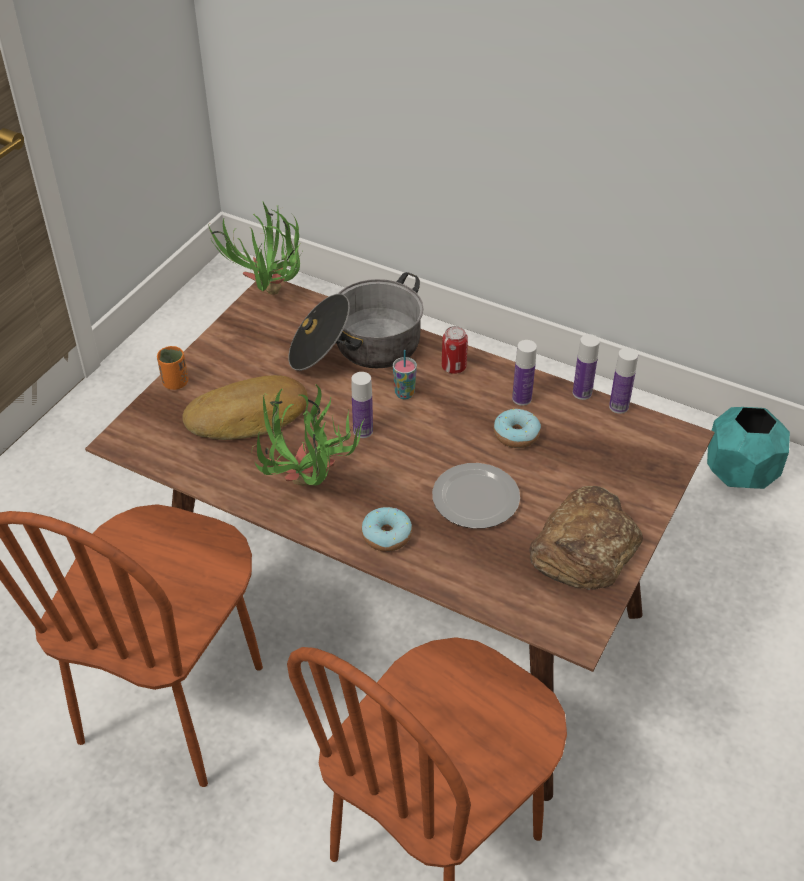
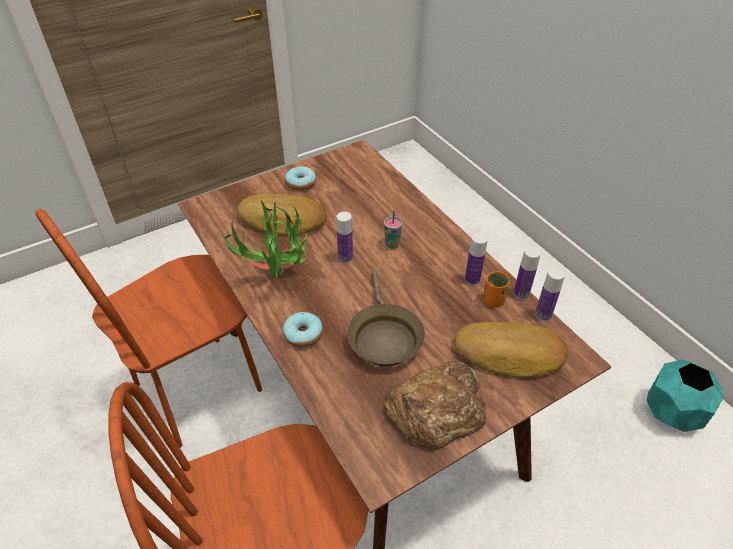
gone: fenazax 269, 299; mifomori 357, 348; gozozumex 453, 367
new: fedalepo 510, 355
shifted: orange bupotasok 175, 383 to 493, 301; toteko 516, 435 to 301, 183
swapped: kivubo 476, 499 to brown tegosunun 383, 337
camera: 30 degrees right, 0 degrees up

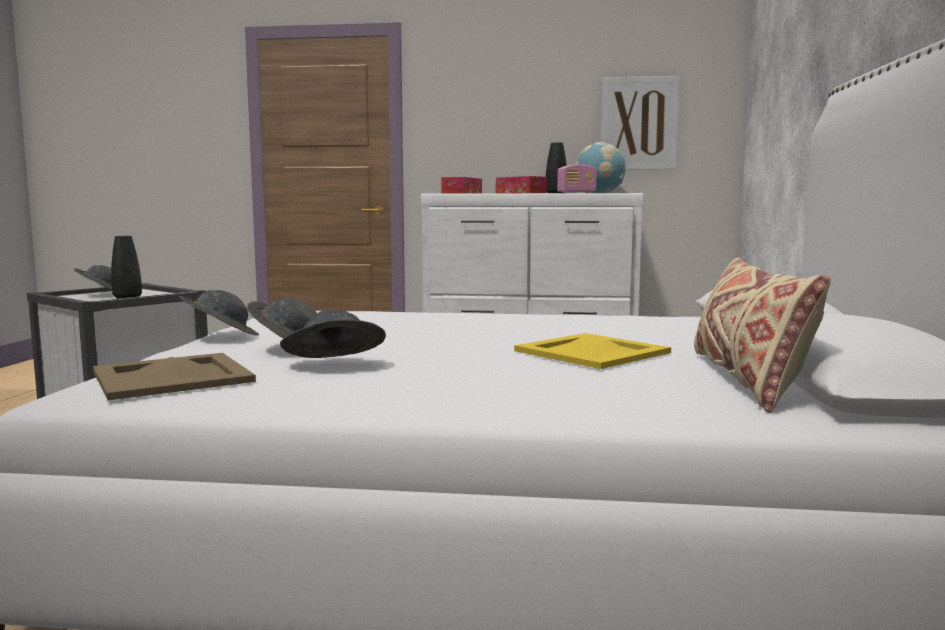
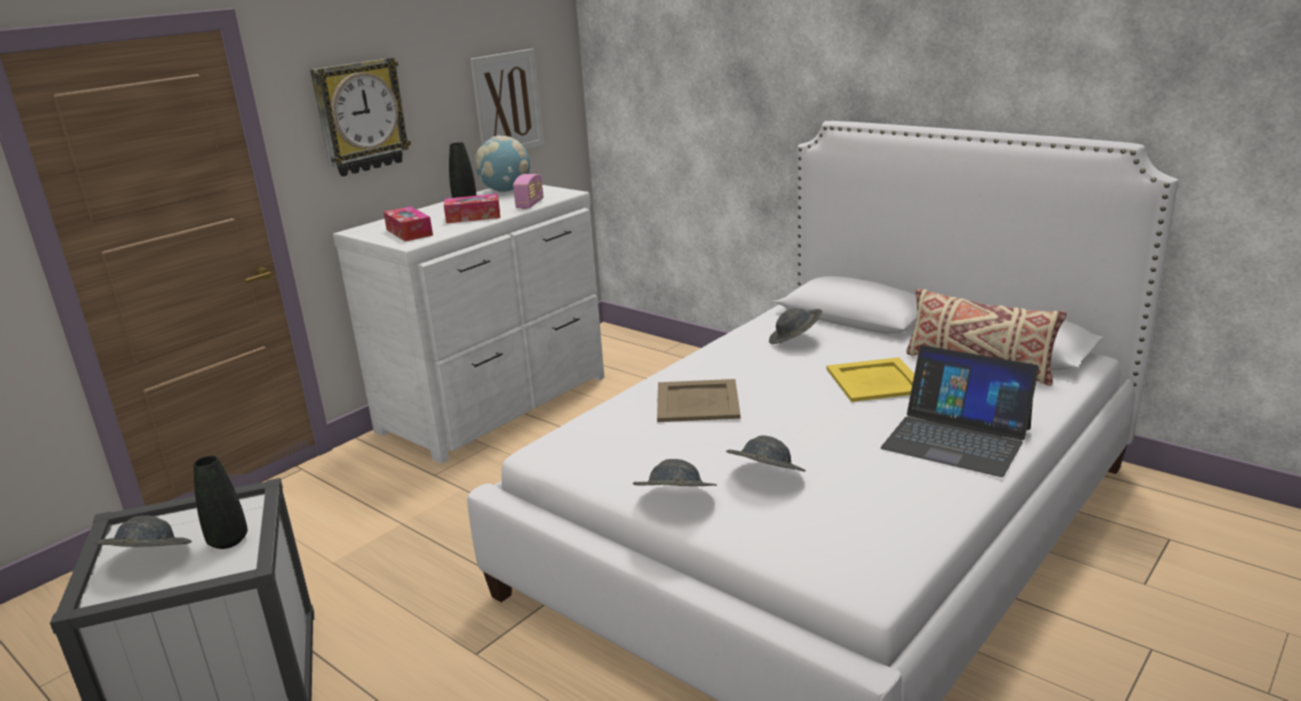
new: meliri 360, 116; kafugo 957, 438
shifted: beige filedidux 174, 377 to 698, 401; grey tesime 333, 365 to 795, 340
camera: 55 degrees left, 15 degrees up

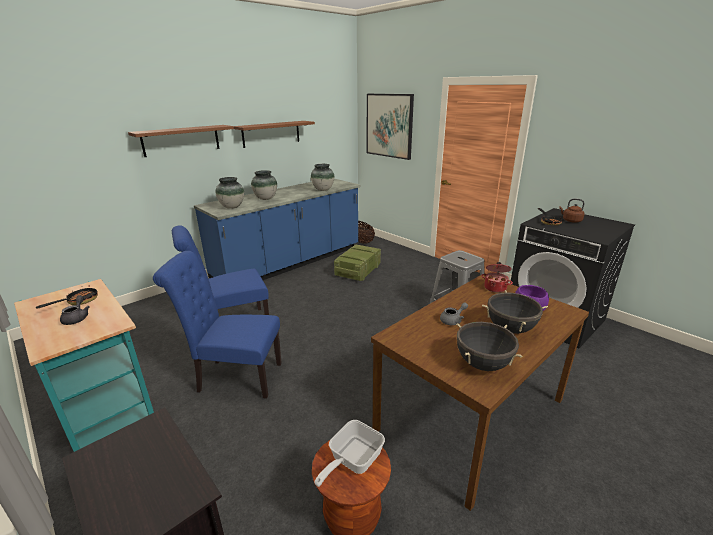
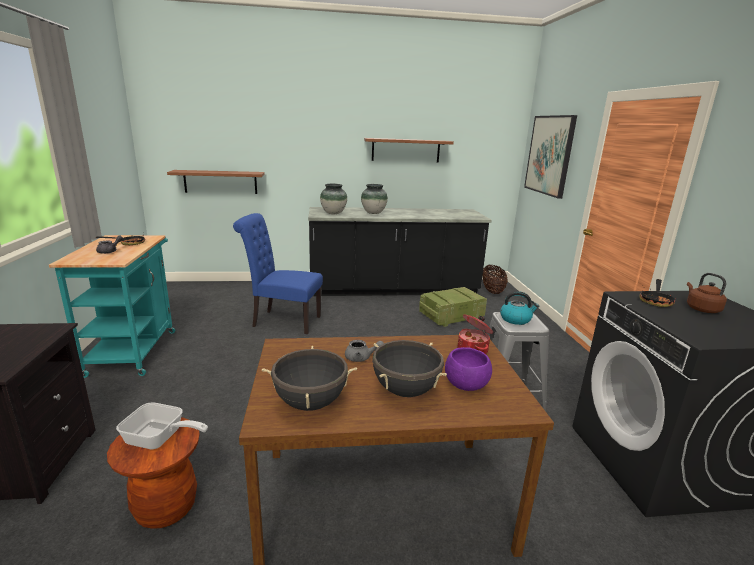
gone: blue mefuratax 235, 377; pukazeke 323, 189
new: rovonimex 516, 319
shifted: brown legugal 181, 140 to 220, 182
repainted: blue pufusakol 290, 264 to black pufusakol 393, 290
rotated: tegosunun 352, 461 = 159, 439 150 degrees counterclockwise
camera: 35 degrees right, 5 degrees down

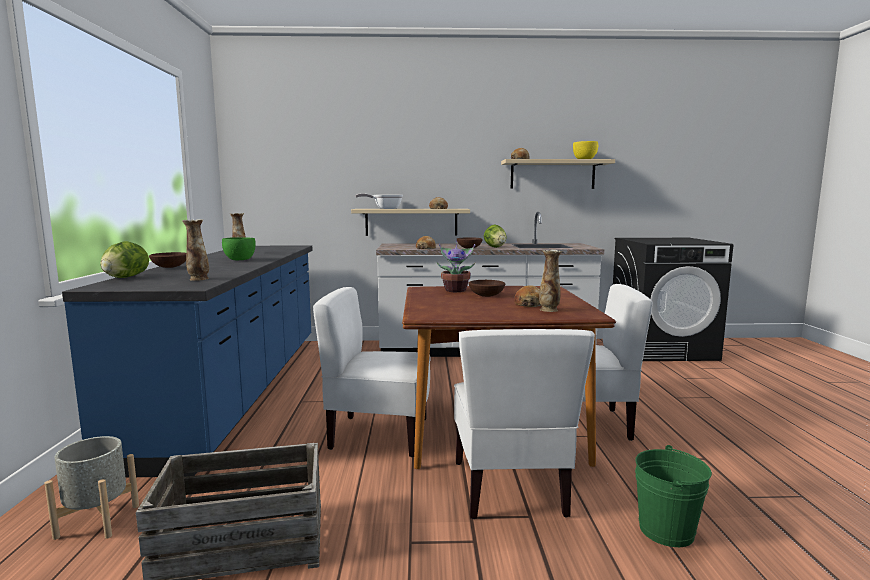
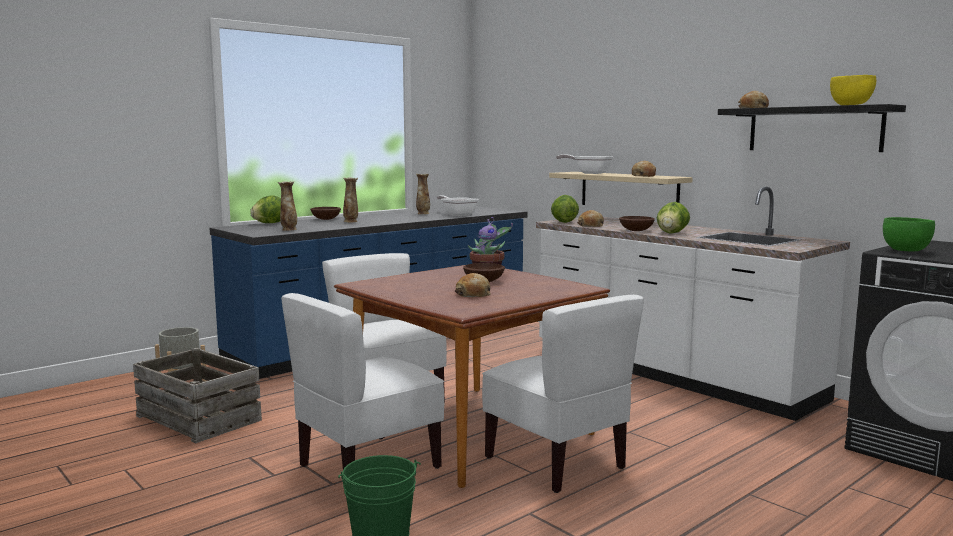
new: tegosunun 457, 214; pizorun 563, 222
shifted: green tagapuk 240, 260 to 906, 251; pukazeke 549, 310 to 351, 221
repainted: beige legugal 552, 174 to black legugal 814, 129
camera: 50 degrees right, 0 degrees up

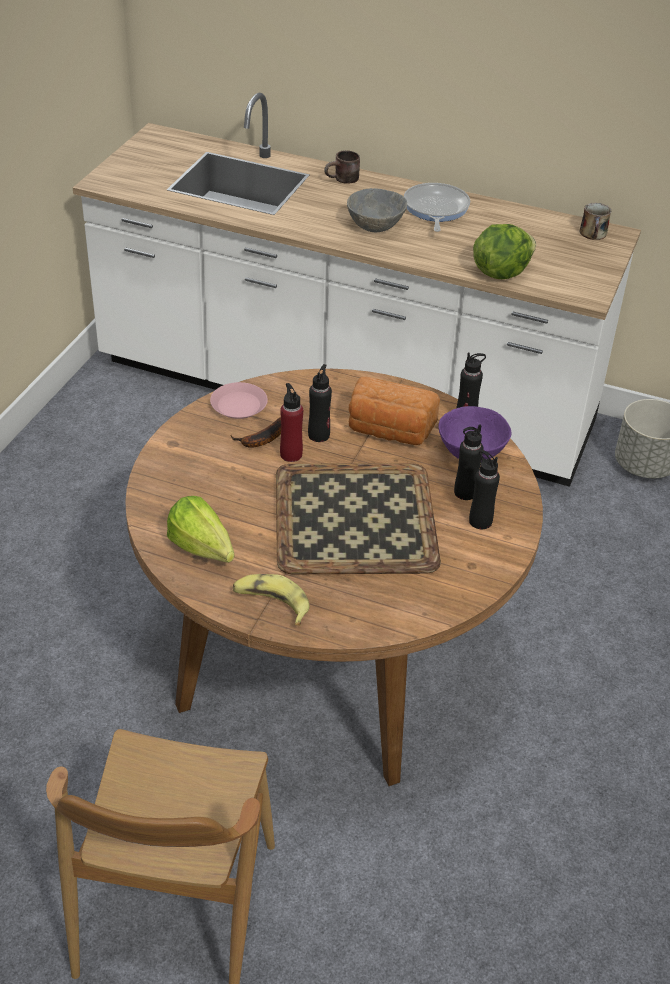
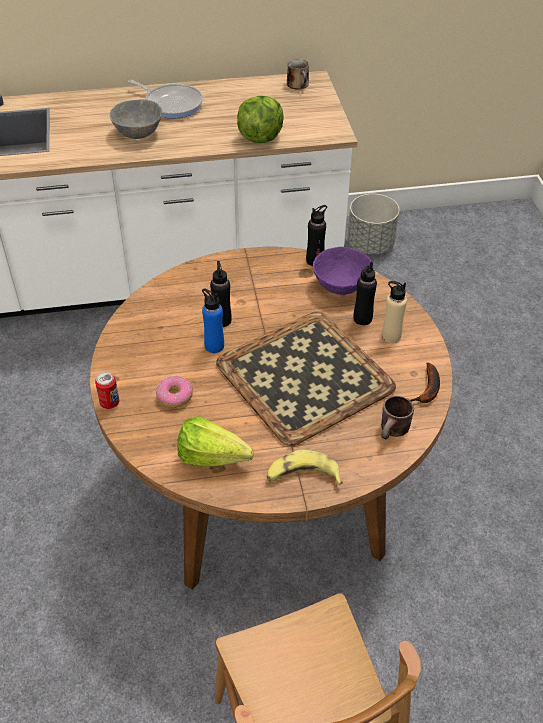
gone: pink kivubo 238, 405; fedalepo 389, 431
new: gozozumex 109, 403; toteko 174, 396
shifted: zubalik 261, 439 to 427, 390; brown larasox 343, 181 to 394, 432
repainted: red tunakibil 291, 454 to blue tunakibil 214, 346; black tunakibil 480, 521 to beige tunakibil 391, 336
rotated: tegosunun 435, 209 = 171, 104 150 degrees clockwise
camera: 30 degrees left, 5 degrees up

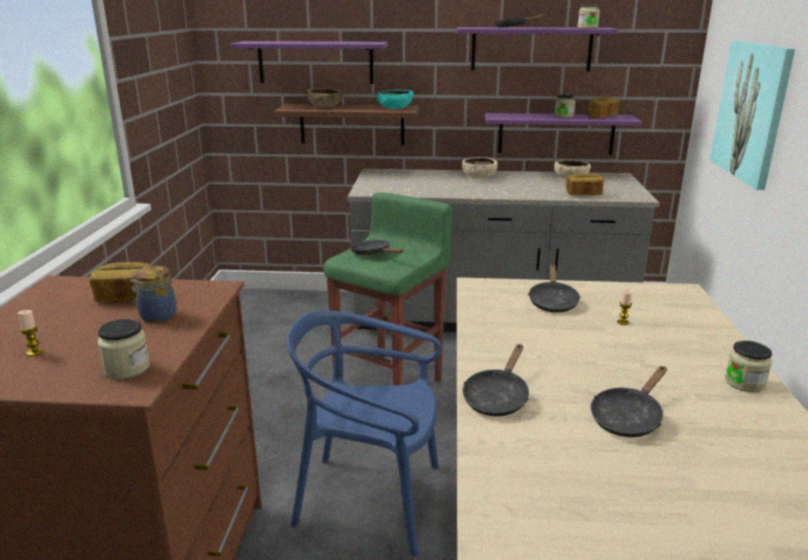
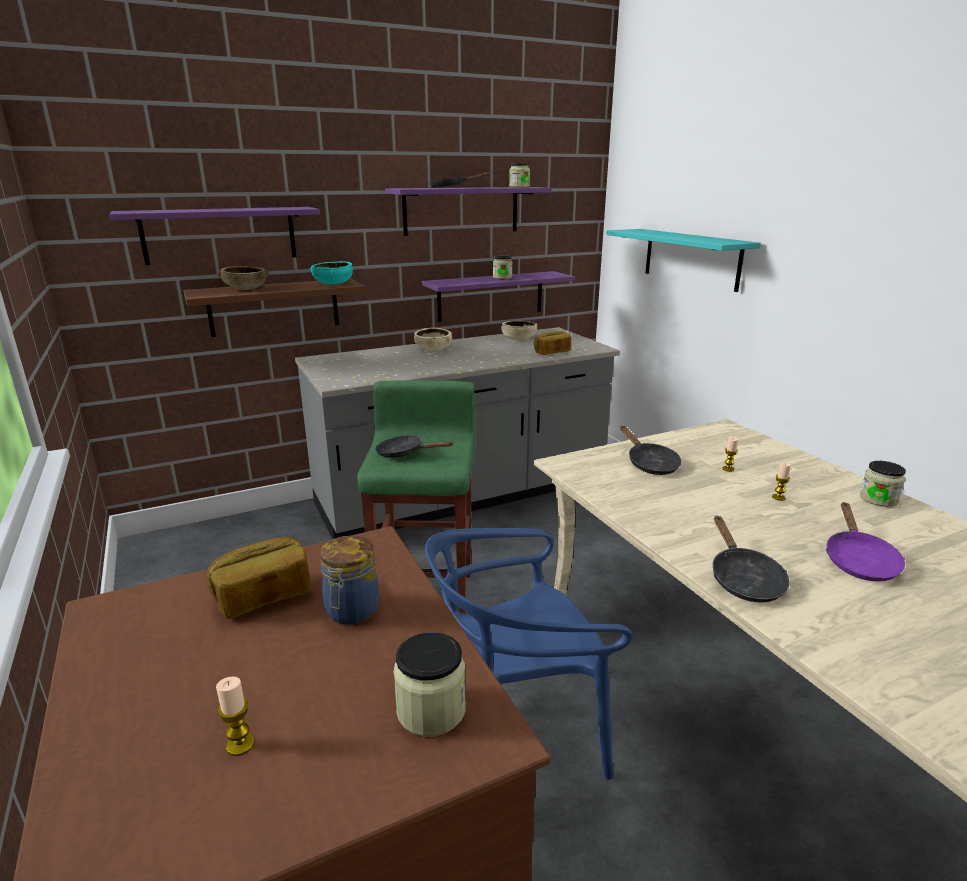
gone: fedalepo 600, 117
new: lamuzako 778, 497
swapped: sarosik 751, 111 to turquoise legugal 691, 258
repainted: black tegosunun 628, 417 to purple tegosunun 858, 560
camera: 30 degrees left, 0 degrees up

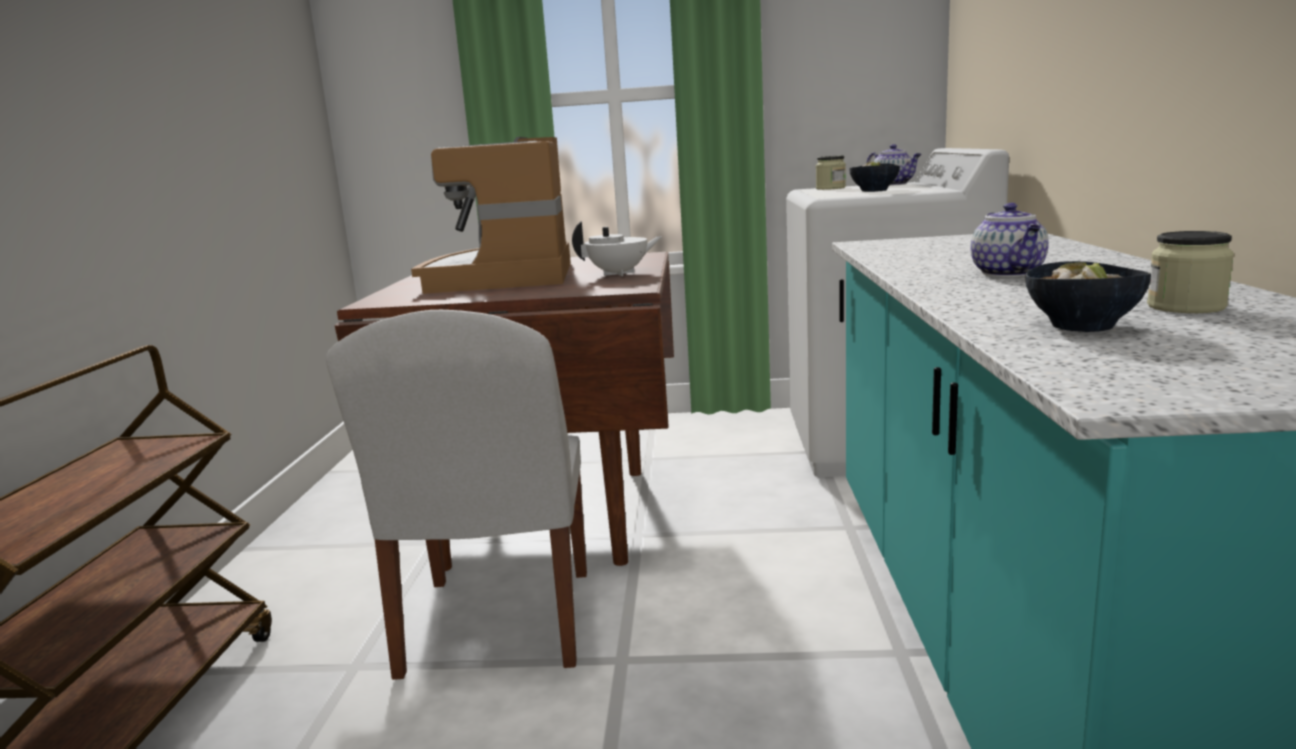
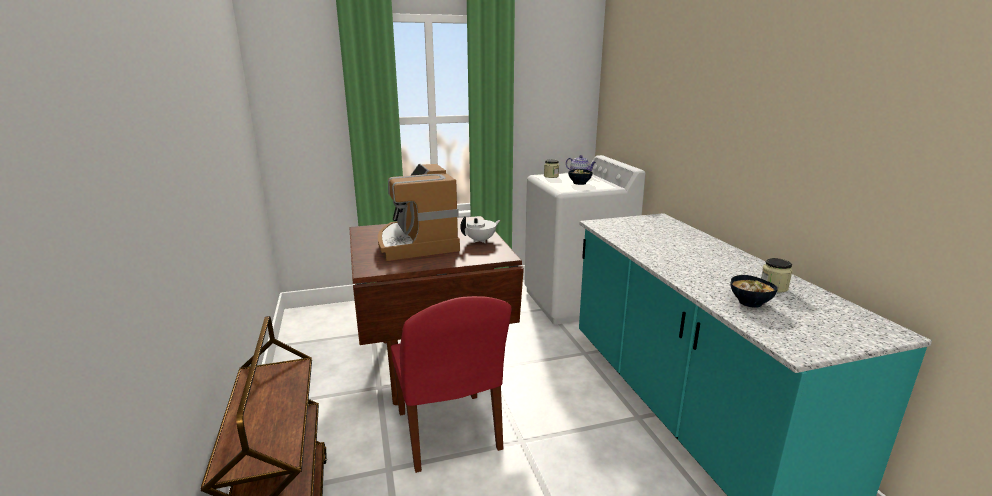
gone: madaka 1009, 273
repainted: white mefuratax 497, 626 to red mefuratax 449, 433
camera: 20 degrees left, 5 degrees up

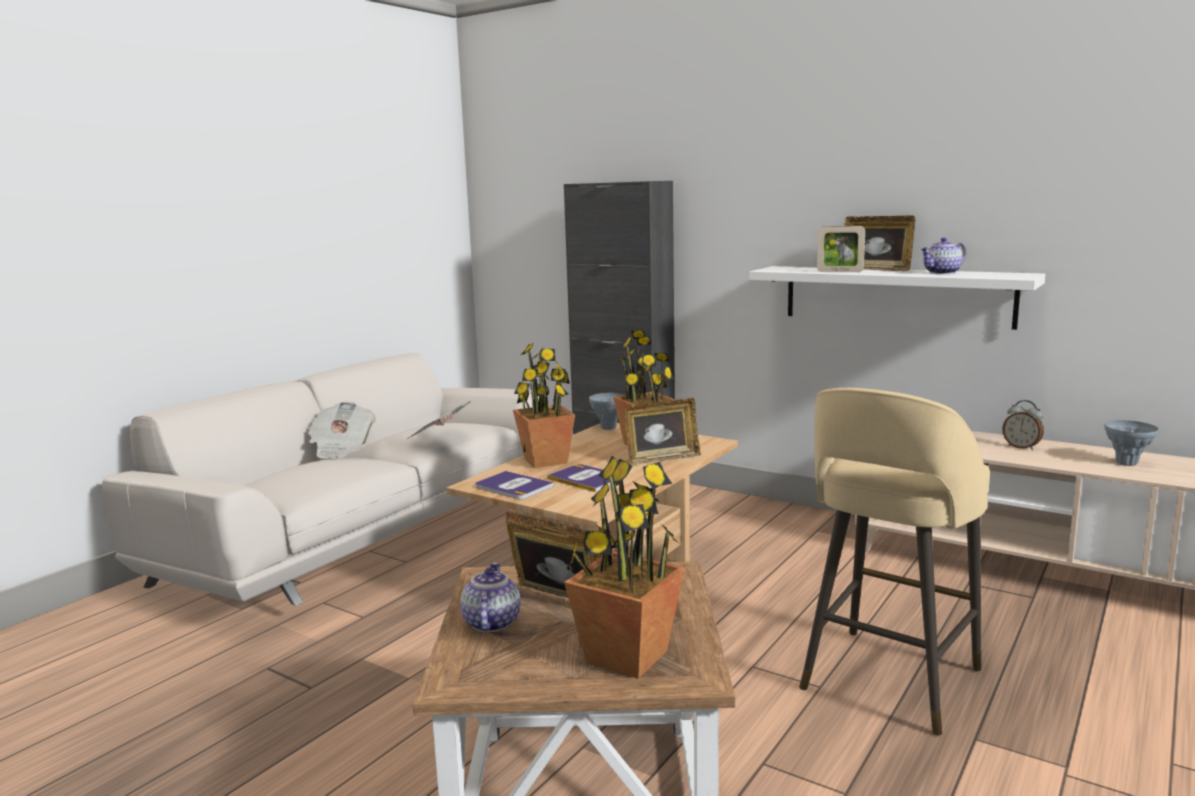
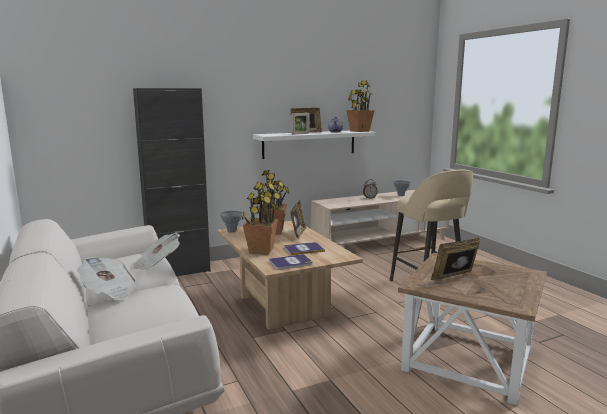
gone: madaka 490, 622
shifted: fenazax 626, 656 to 359, 131
camera: 60 degrees left, 0 degrees up

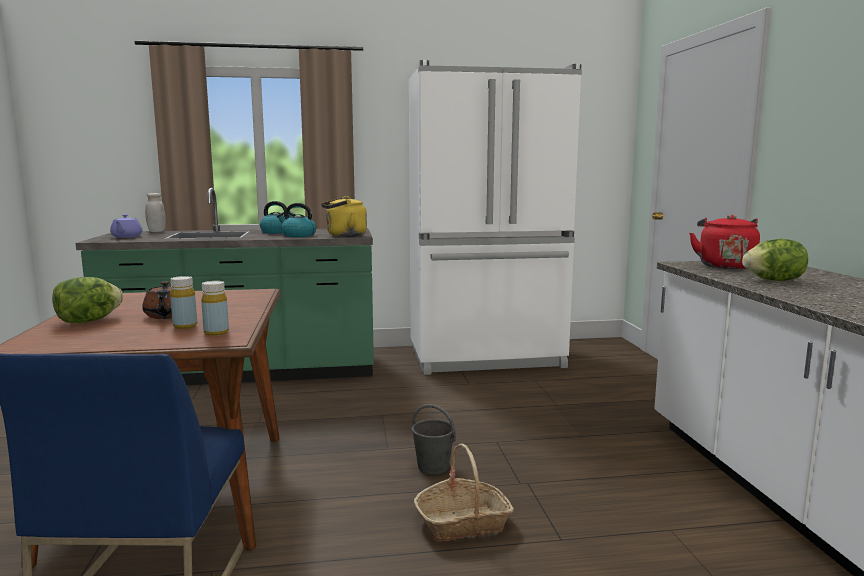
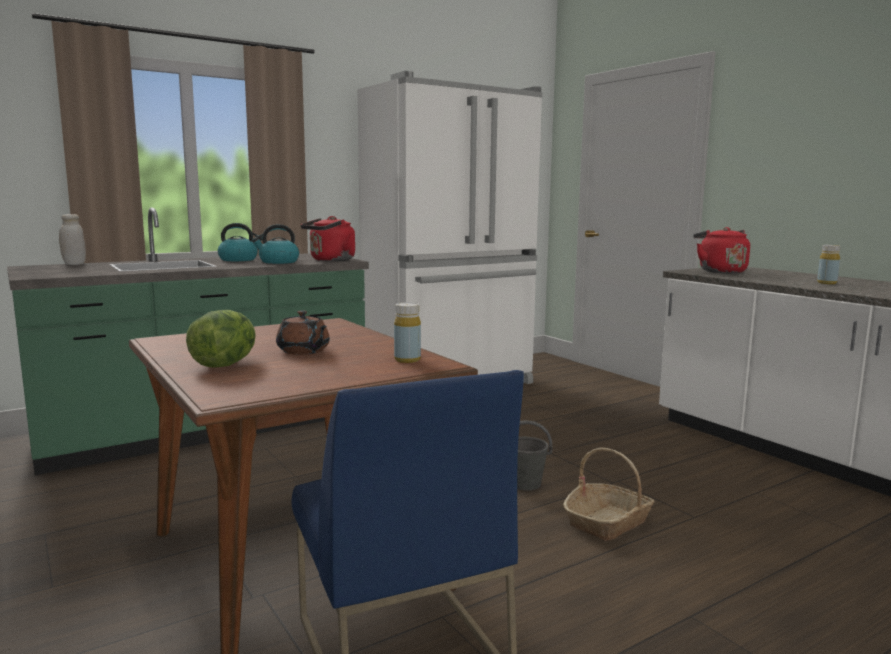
gone: purple madaka 126, 237; pizorun 773, 280
shifted: yellow tunakibil 185, 326 to 826, 283
repainted: yellow rovonimex 344, 235 to red rovonimex 330, 260
camera: 25 degrees left, 0 degrees up

